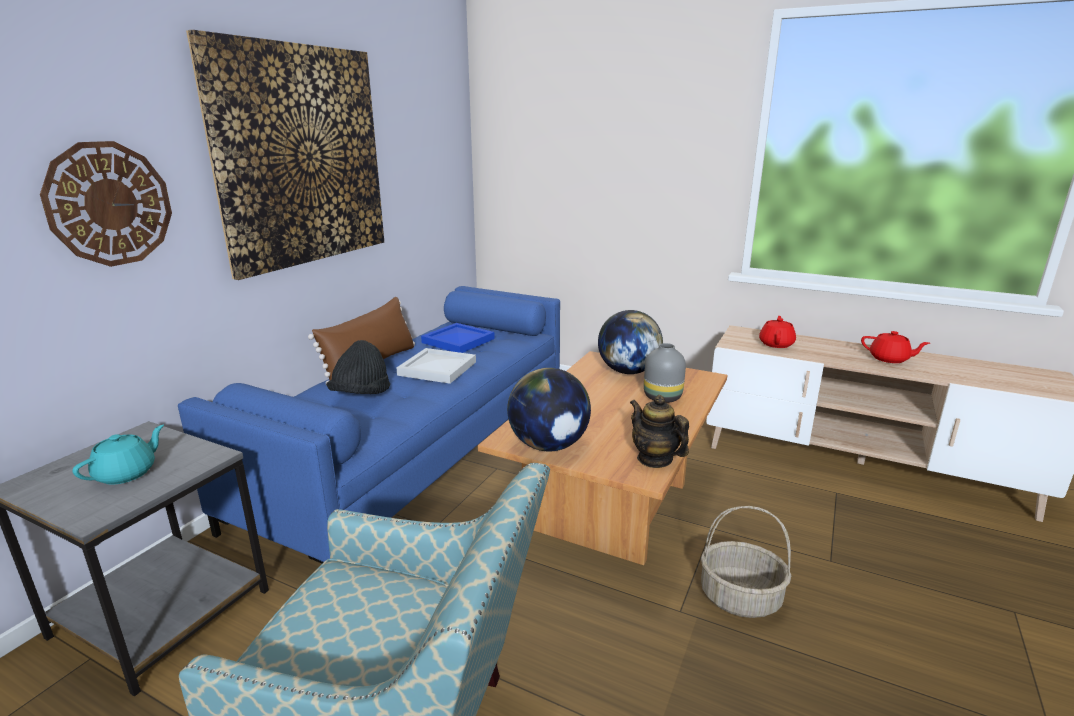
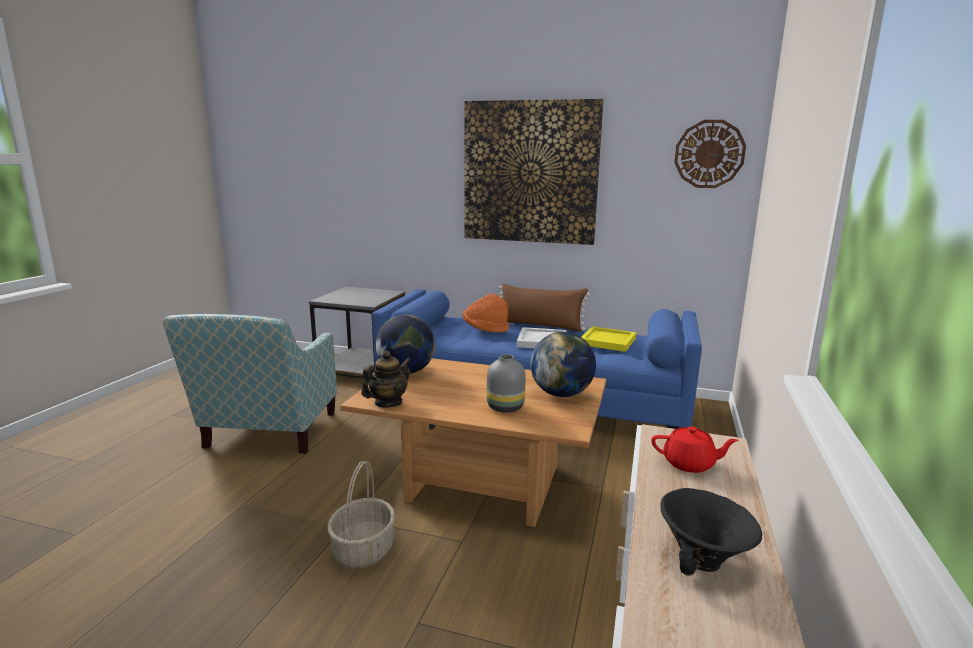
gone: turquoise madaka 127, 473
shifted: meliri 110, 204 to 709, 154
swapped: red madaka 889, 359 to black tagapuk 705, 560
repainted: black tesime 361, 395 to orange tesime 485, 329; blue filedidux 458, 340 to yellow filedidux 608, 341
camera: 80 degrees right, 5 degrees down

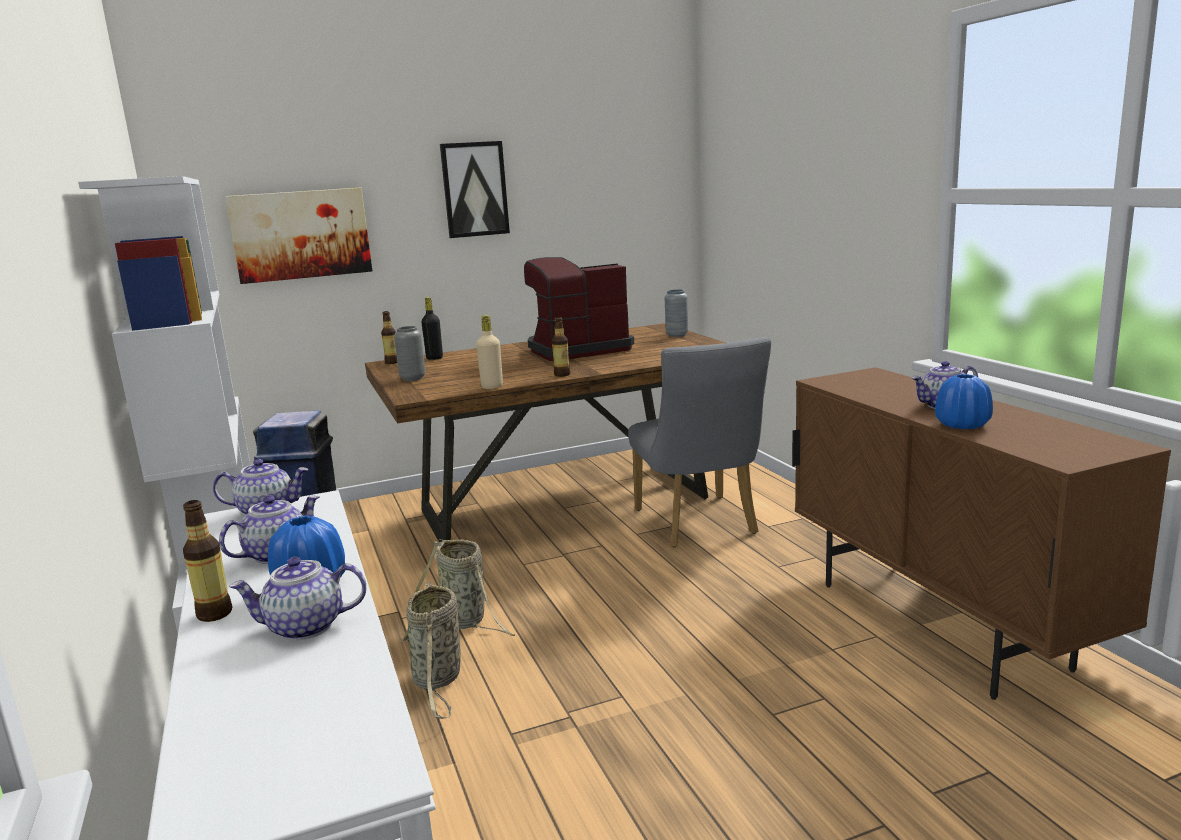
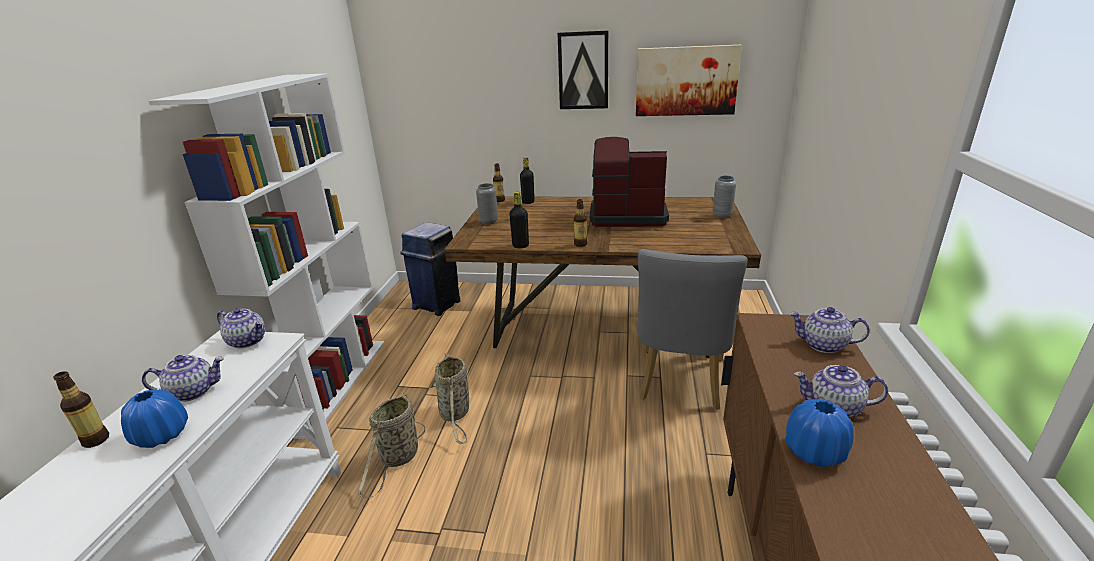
shifted: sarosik 301, 234 to 686, 81; madaka 304, 627 to 823, 345
repainted: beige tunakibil 492, 387 to black tunakibil 520, 246
camera: 30 degrees right, 10 degrees up

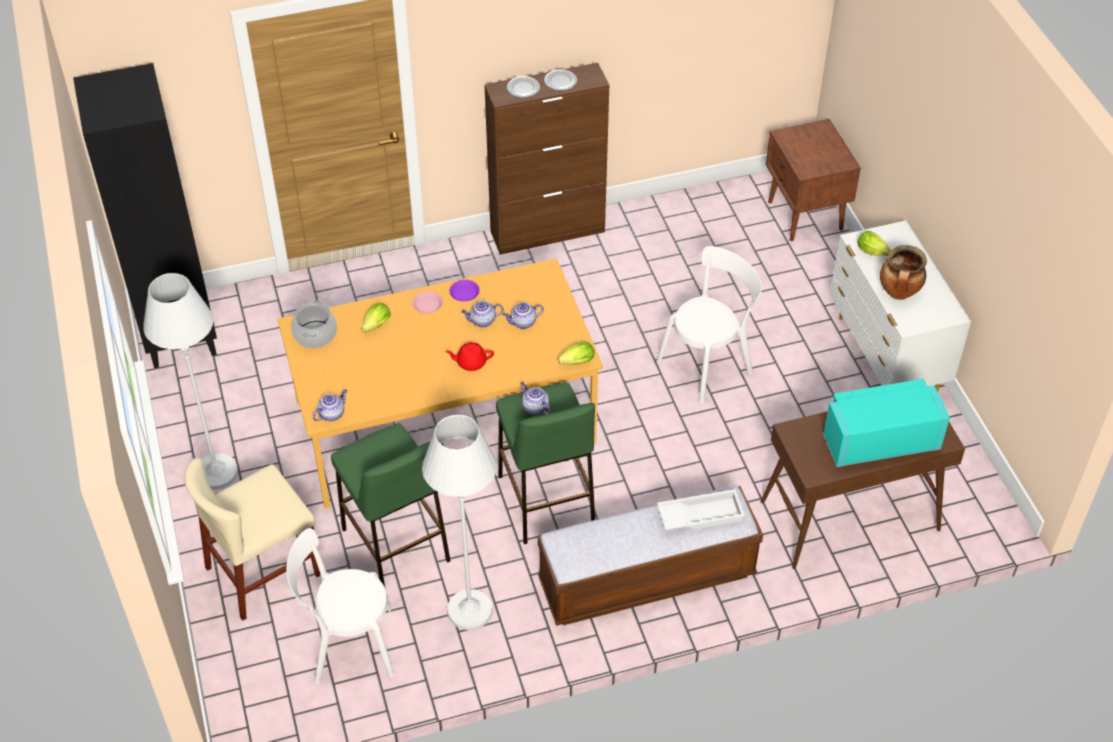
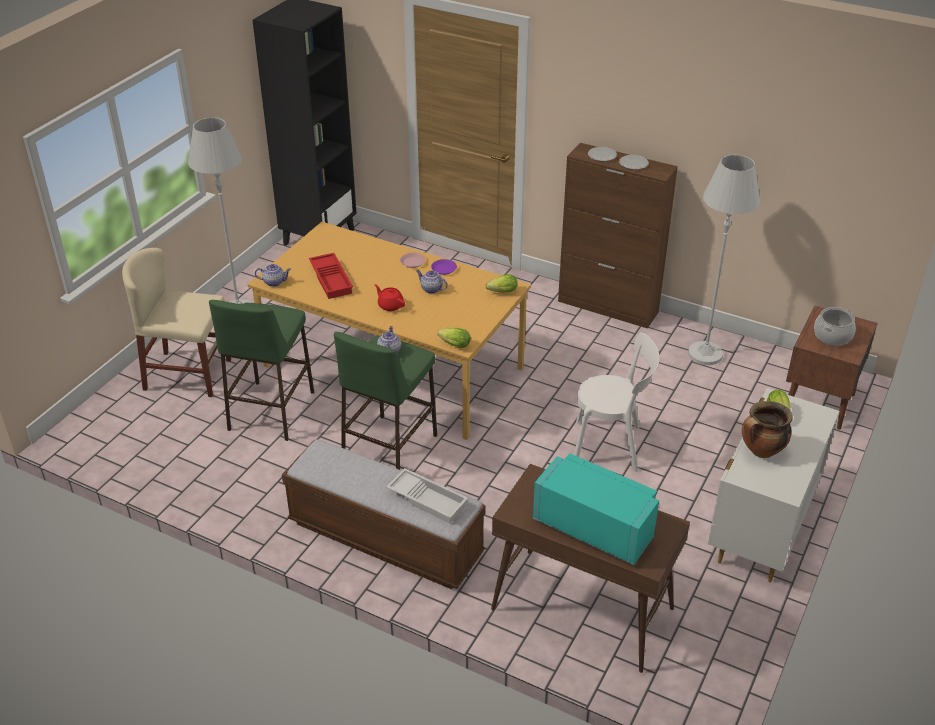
gone: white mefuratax 347, 645; madaka 523, 323
new: red filedidux 332, 279
shifted: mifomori 315, 335 to 832, 336; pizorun 375, 326 to 501, 292; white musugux 470, 610 to 705, 354
camera: 45 degrees right, 10 degrees down

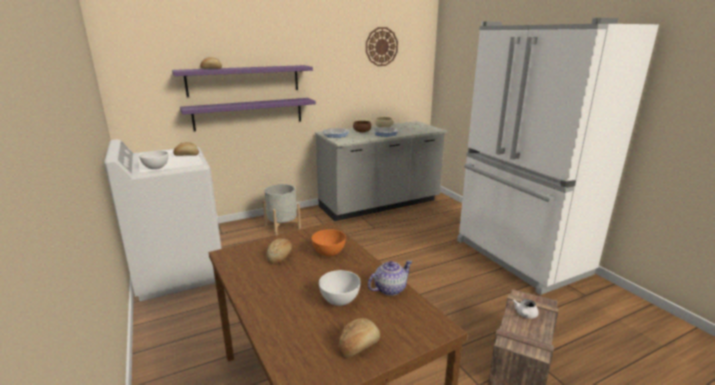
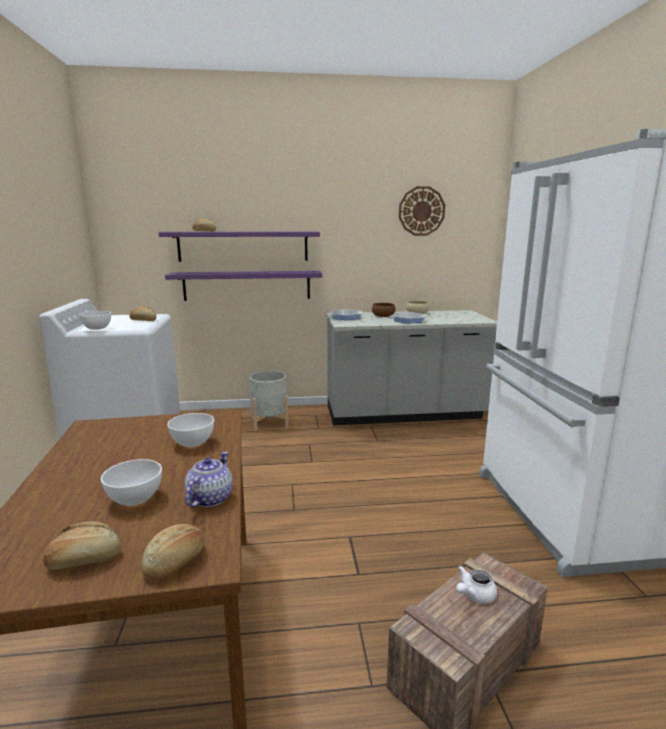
shifted: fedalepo 280, 257 to 176, 563
repainted: orange tagapuk 329, 253 to white tagapuk 192, 443
rotated: madaka 389, 289 = 209, 499 60 degrees counterclockwise
camera: 20 degrees right, 5 degrees down

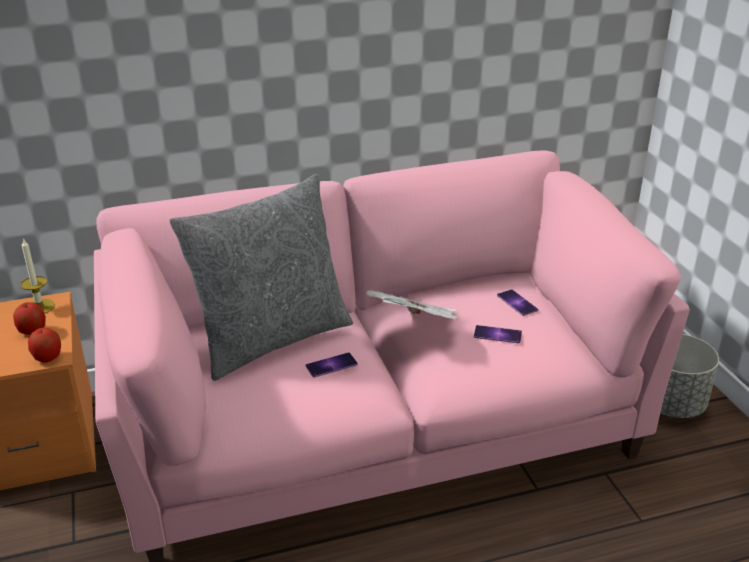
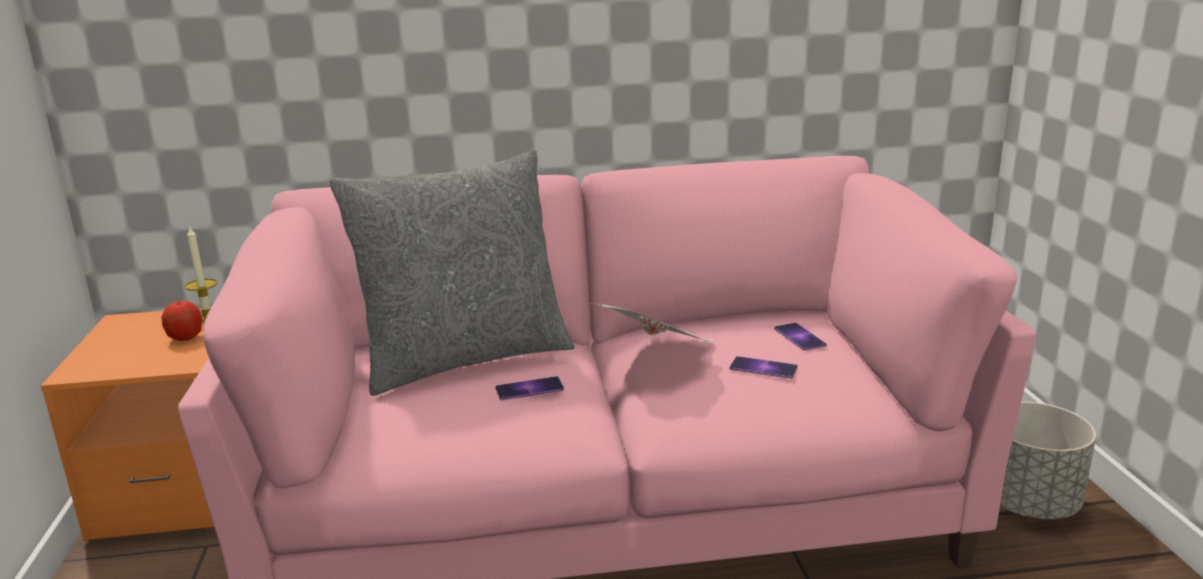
gone: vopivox 48, 358
camera: 10 degrees right, 10 degrees down

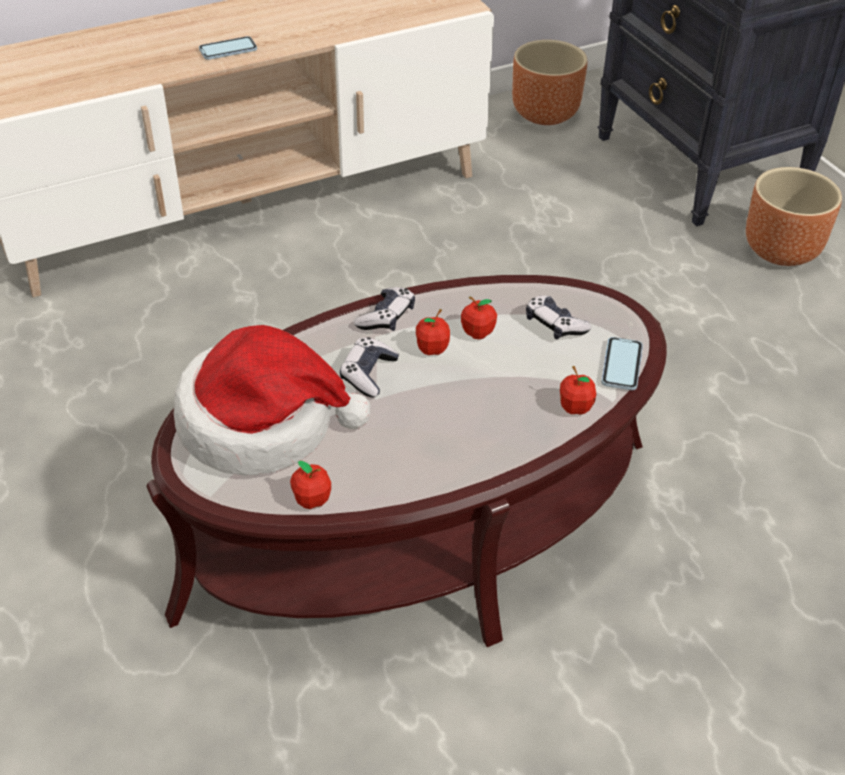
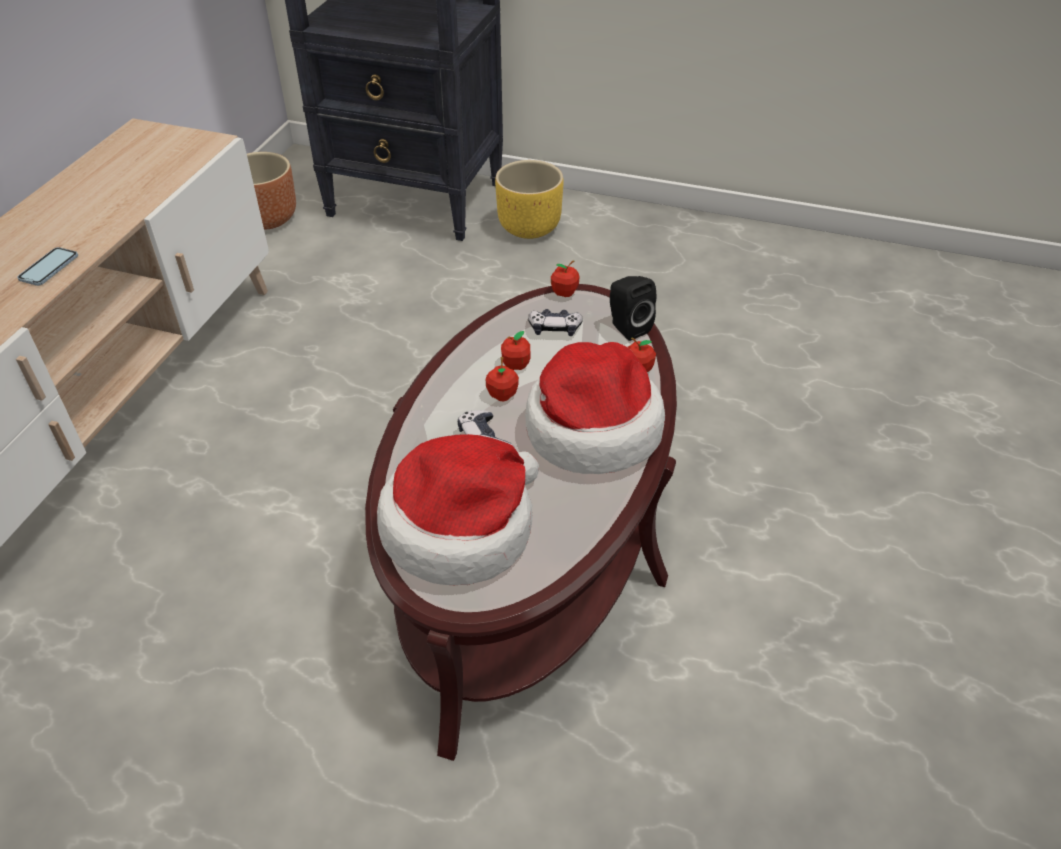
gone: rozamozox 386, 317
new: tesime 591, 428
shifted: vopivox 312, 500 to 564, 293
swapped: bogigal 621, 365 to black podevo 627, 327
repainted: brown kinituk 782, 250 to yellow kinituk 529, 227
camera: 45 degrees left, 0 degrees up

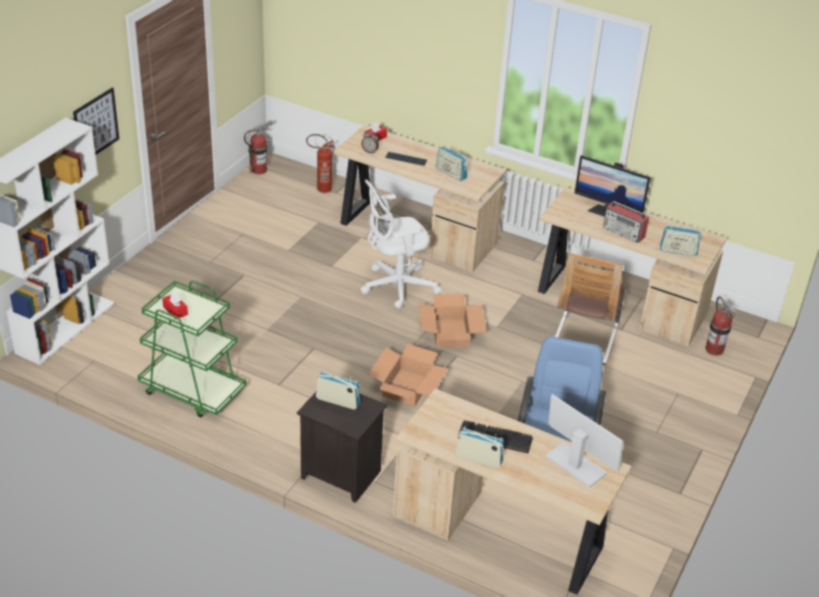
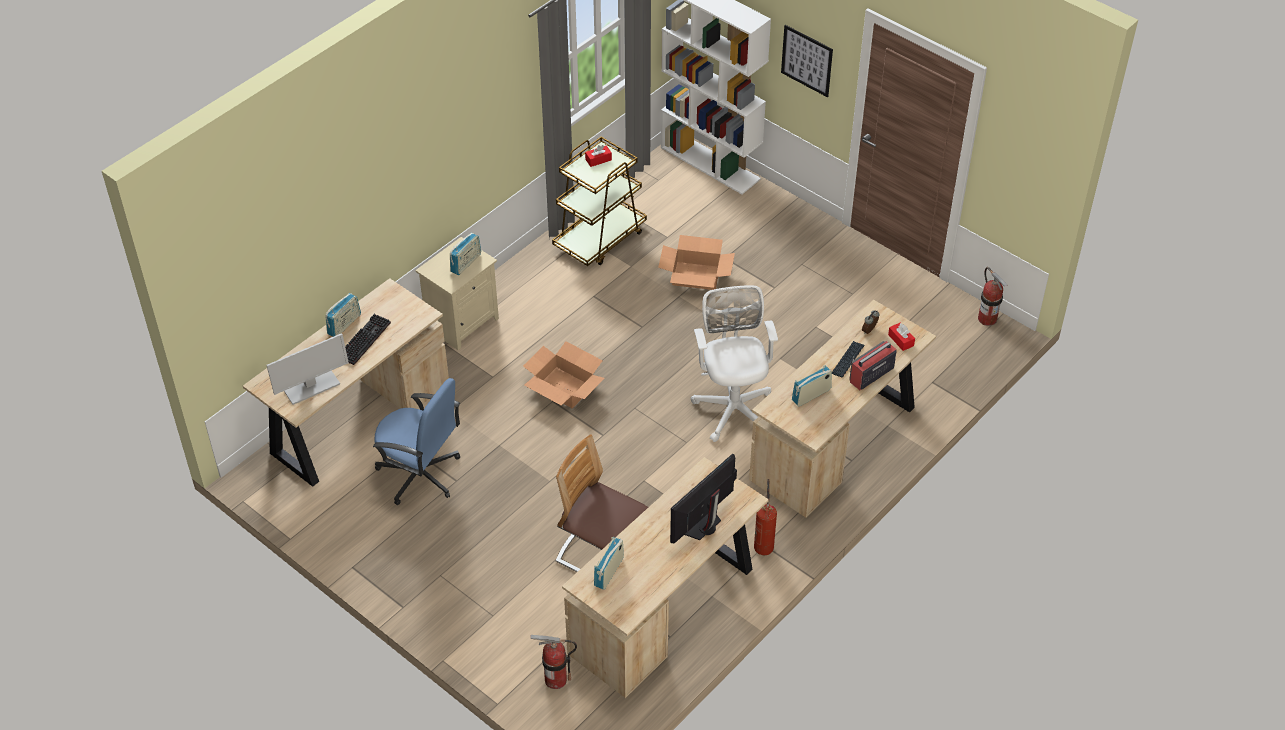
shifted: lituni 320, 189 to 763, 543; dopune 450, 333 to 696, 276; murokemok 624, 232 to 870, 375
repainted: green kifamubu 192, 390 to brown kifamubu 600, 238; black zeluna 339, 475 to beige zeluna 462, 322
camera: 105 degrees right, 10 degrees up

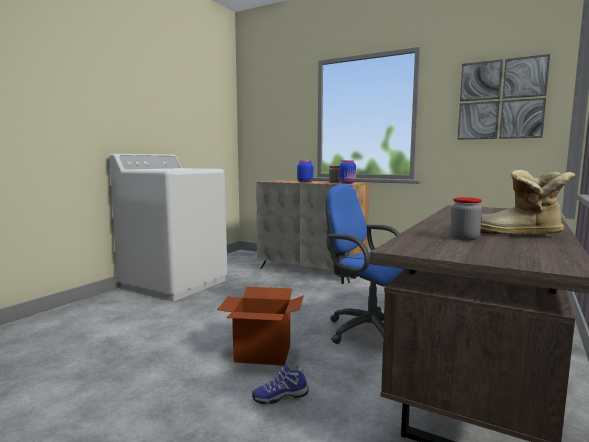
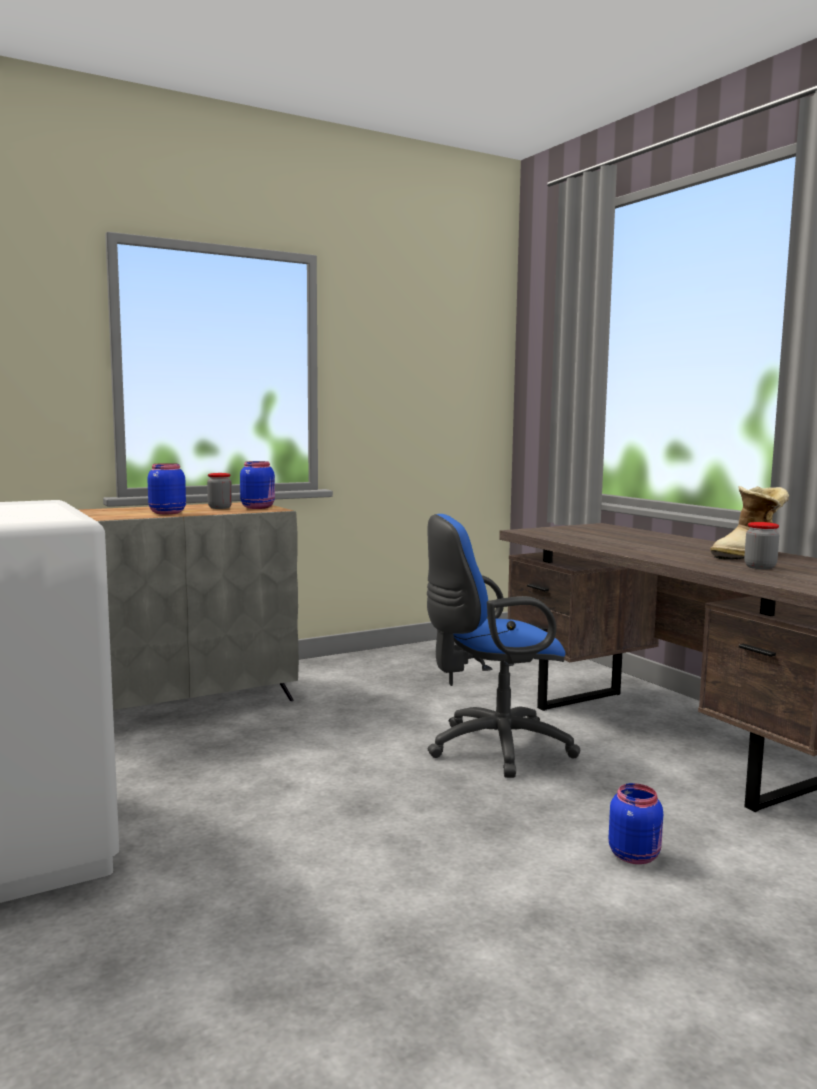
gone: dopune 262, 354; sarosik 501, 99
swapped: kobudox 280, 396 to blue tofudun 635, 855
camera: 60 degrees left, 0 degrees up

